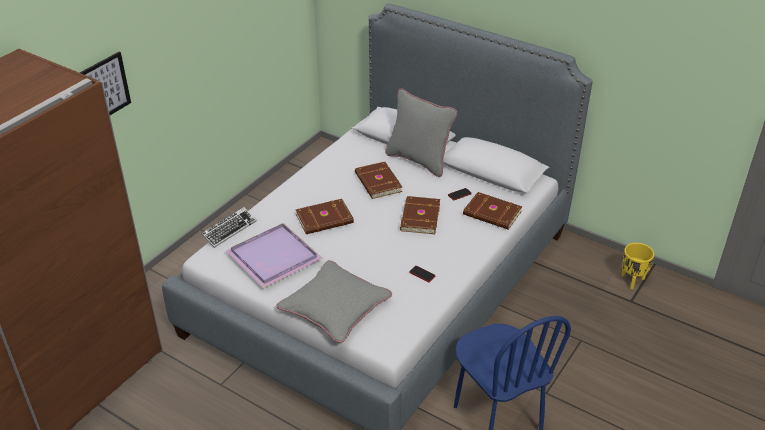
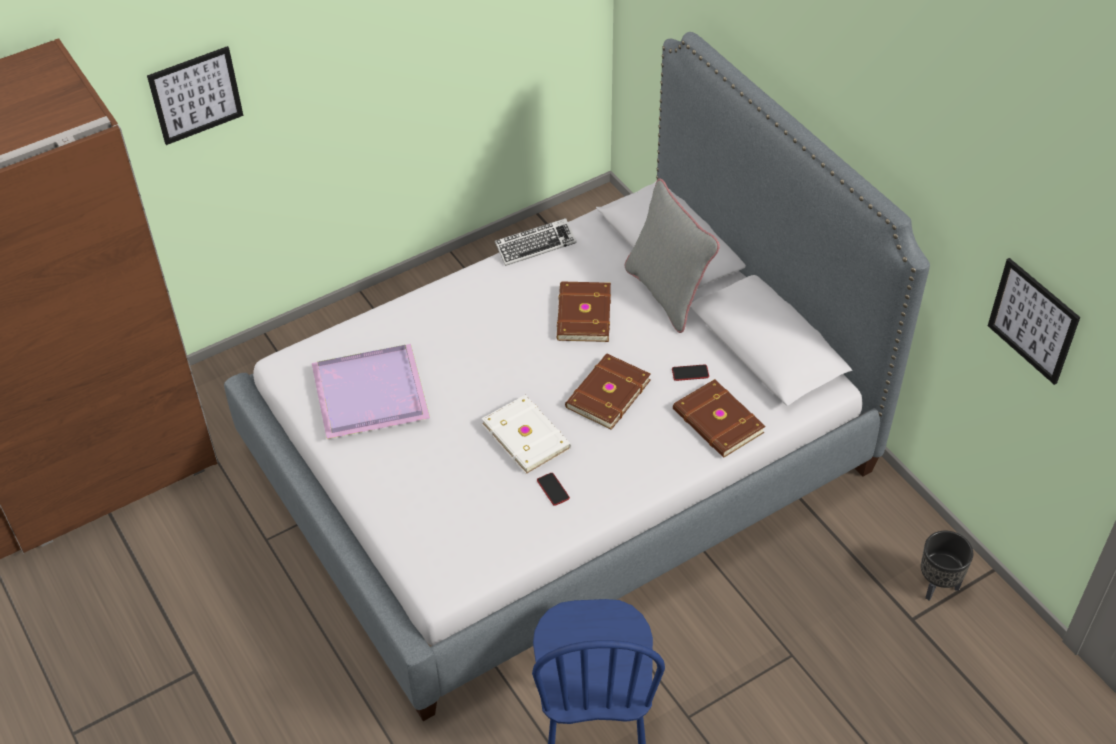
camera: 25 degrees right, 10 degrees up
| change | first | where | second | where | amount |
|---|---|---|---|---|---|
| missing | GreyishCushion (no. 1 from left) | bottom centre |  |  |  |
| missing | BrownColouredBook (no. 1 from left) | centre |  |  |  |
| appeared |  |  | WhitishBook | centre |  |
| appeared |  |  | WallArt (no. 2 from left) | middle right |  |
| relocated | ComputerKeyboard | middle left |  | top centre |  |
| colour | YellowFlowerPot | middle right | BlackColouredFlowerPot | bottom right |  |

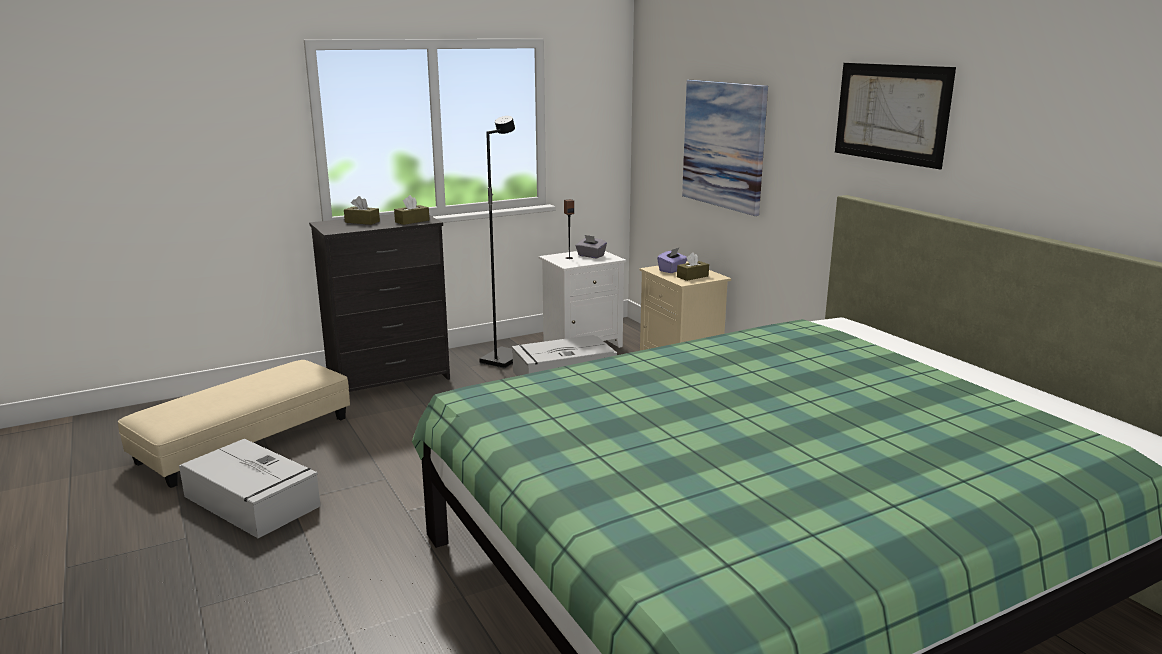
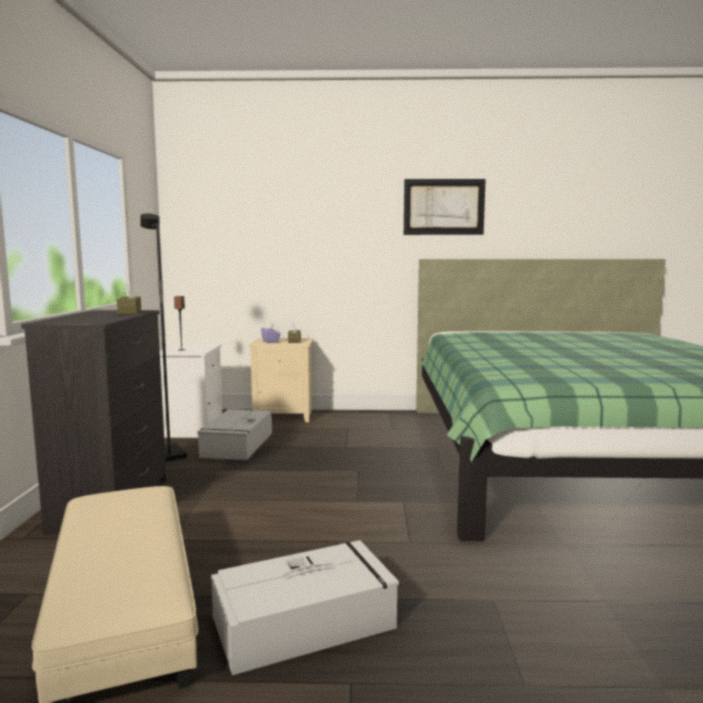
camera: 60 degrees left, 10 degrees down
| change | first | where | second | where | amount |
|---|---|---|---|---|---|
| missing | BrownColouredTissueBox (no. 1 from left) | top left |  |  |  |
| missing | GreyishTissueBox | centre |  |  |  |
| missing | WallArt (no. 1 from left) | top centre |  |  |  |

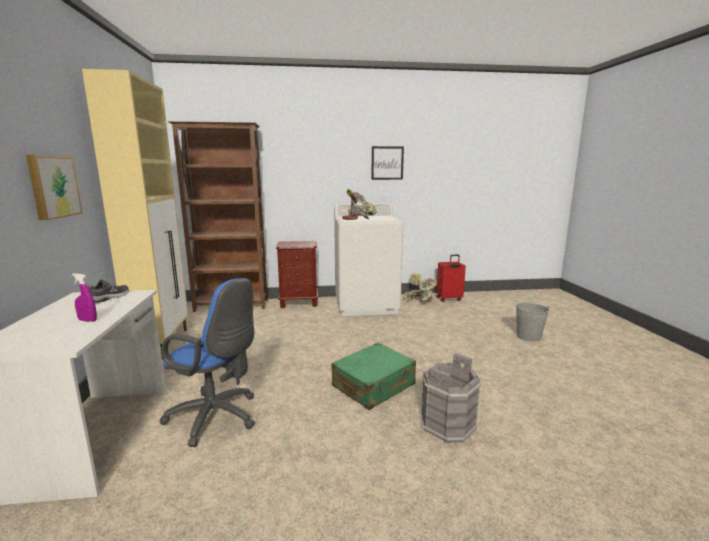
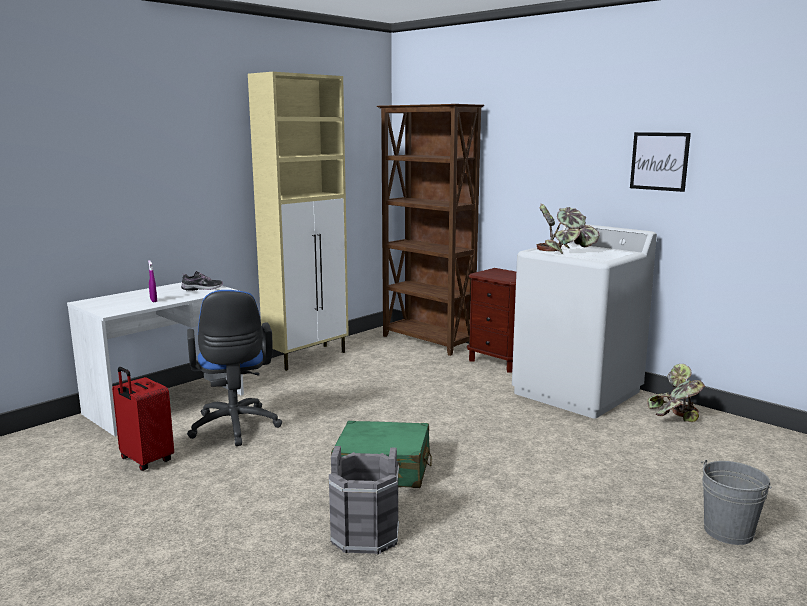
camera: 50 degrees right, 0 degrees up
| change | first | where | second | where | amount |
|---|---|---|---|---|---|
| missing | WallArt (no. 1 from left) | middle left |  |  |  |
| relocated | RedPieceOfLuggage | centre |  | bottom left |  |

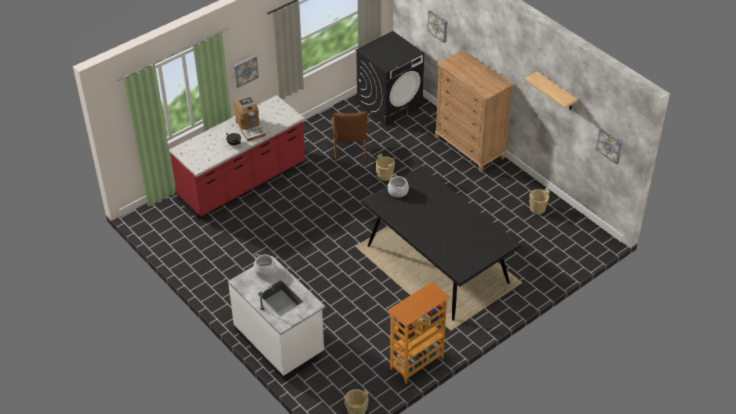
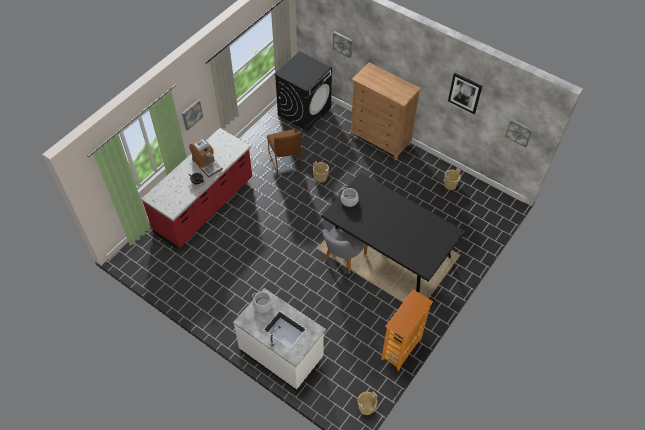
camera: 15 degrees left, 10 degrees up
| change | first | where | second | where | amount |
|---|---|---|---|---|---|
| appeared |  |  | GreyishChair | centre |  |
| exchanged | WallShelf | top right | WallArt (no. 3 from left) | top right |  |

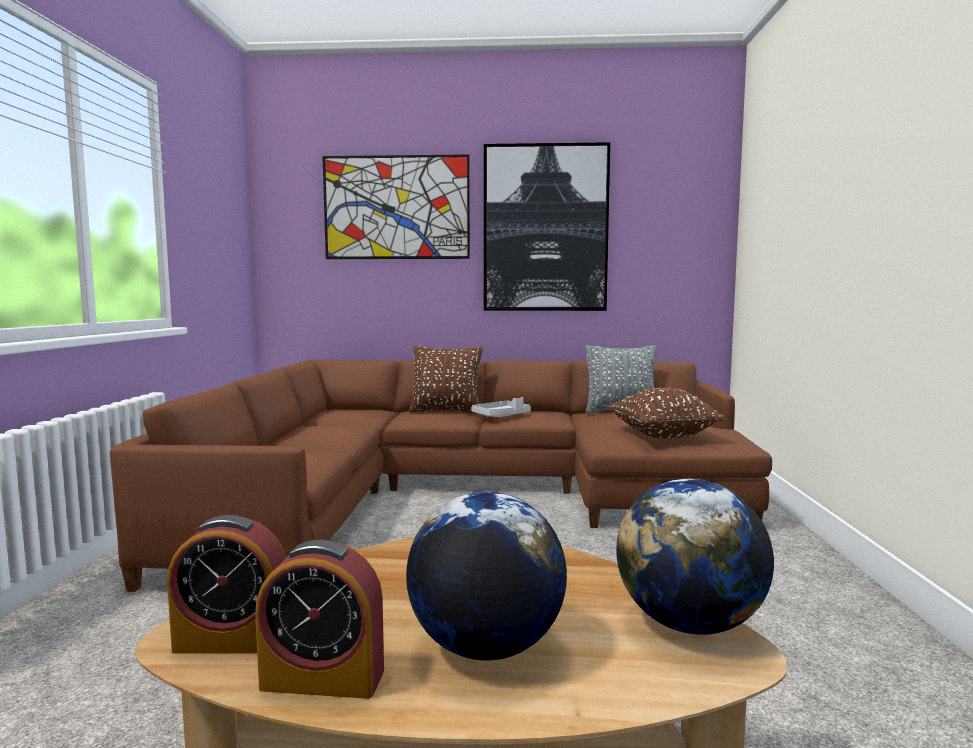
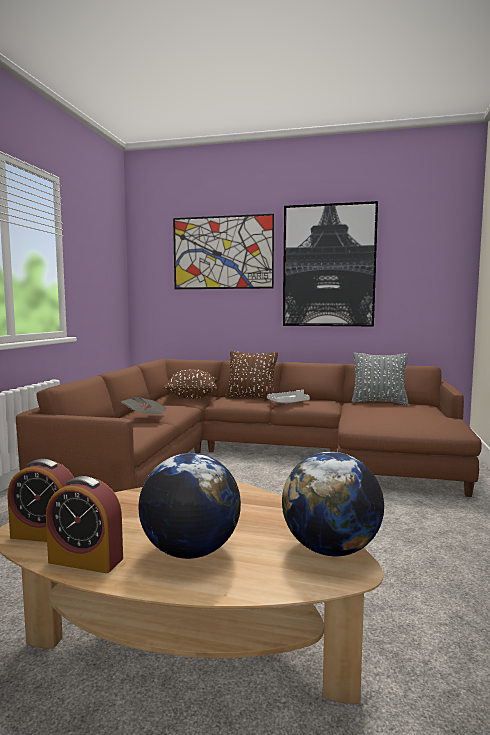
camera: 10 degrees right, 0 degrees up
| change | first | where | second | where | amount |
|---|---|---|---|---|---|
| appeared |  |  | Newspaper | middle left |  |
| relocated | BrownColouredCushion (no. 2 from left in the first image) | middle right | BrownColouredCushion (no. 1 from left) | centre |  |

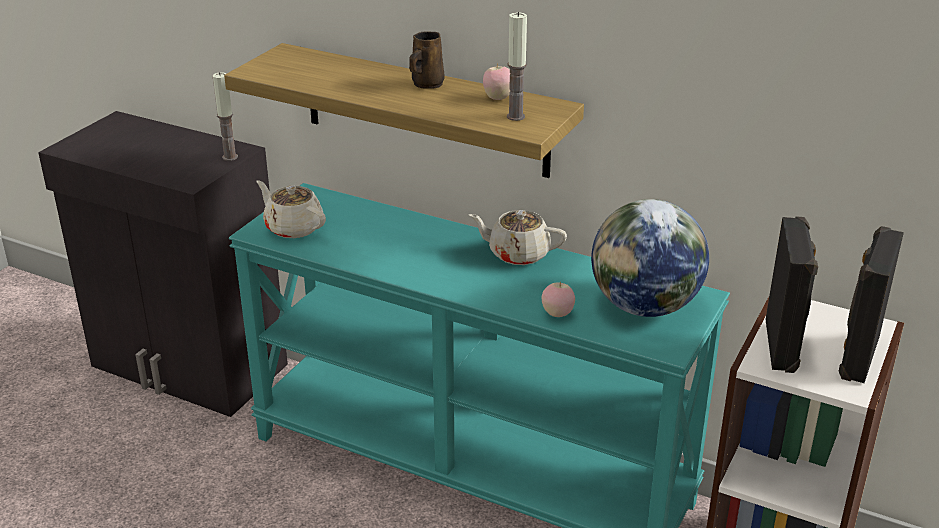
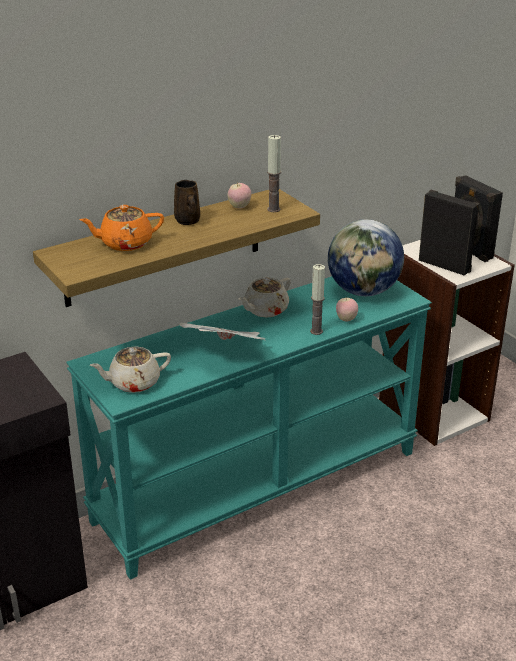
camera: 60 degrees left, 0 degrees up
| change | first | where | second | where | amount |
|---|---|---|---|---|---|
| appeared |  |  | OrangeTeapot | middle left |  |
| appeared |  |  | Newspaper | centre |  |
| relocated | WaxCandle (no. 1 from left in the first image) | top left | WaxCandle (no. 2 from left) | centre |  |

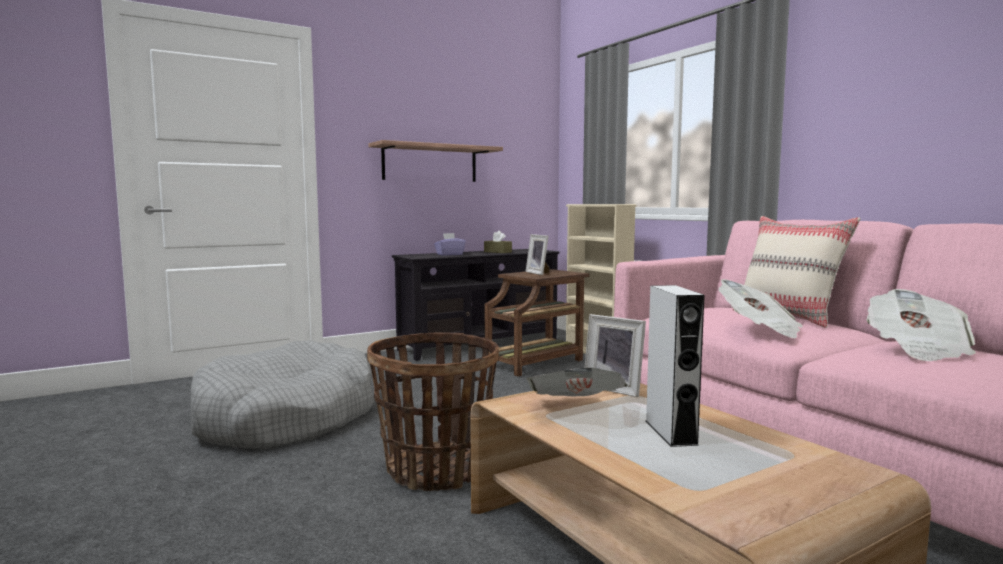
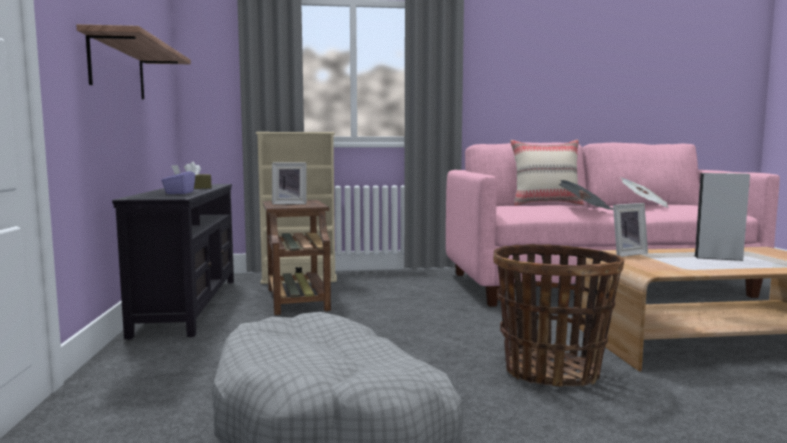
camera: 65 degrees left, 0 degrees up
| change | first | where | second | where | amount |
|---|---|---|---|---|---|
| missing | Newspaper (no. 1 from left) | bottom centre |  |  |  |

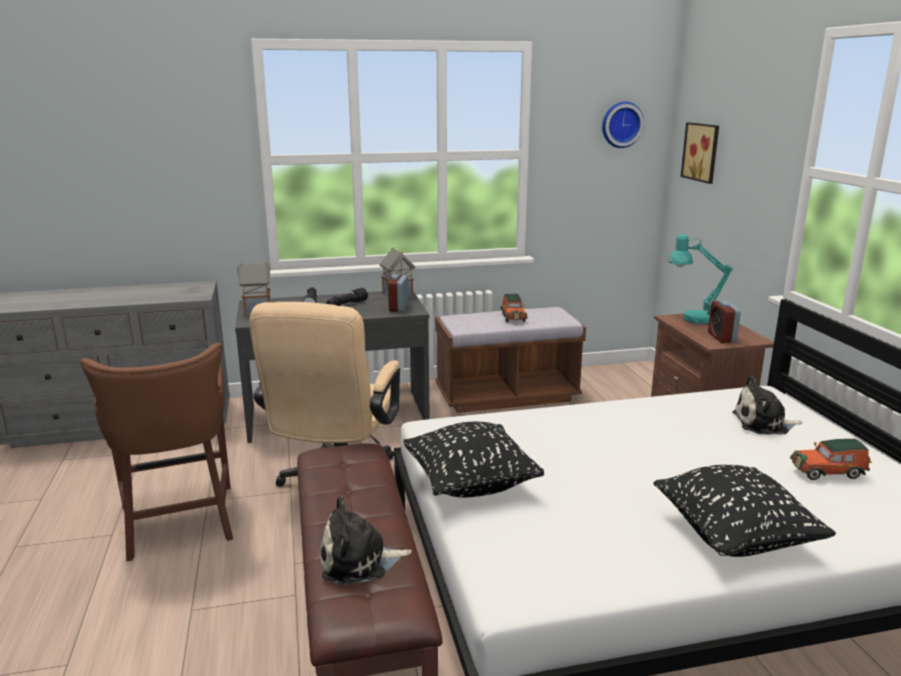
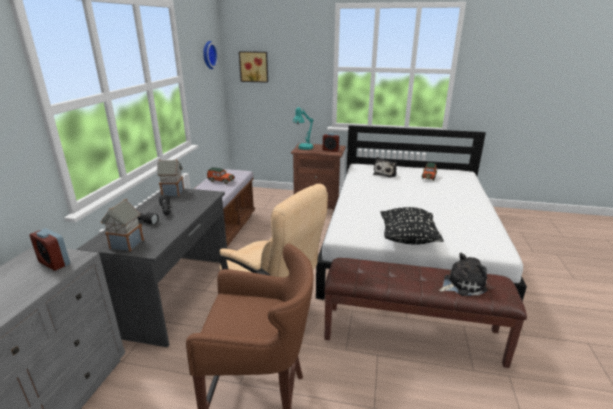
camera: 65 degrees left, 5 degrees up
| change | first | where | second | where | amount |
|---|---|---|---|---|---|
| missing | BlackColouredCushion (no. 2 from left) | bottom right |  |  |  |
| relocated | TableClock (no. 1 from left) | centre |  | middle left |  |
| spun | CuddlyToy (no. 1 from left in the first image) | bottom centre | CuddlyToy (no. 2 from left) | bottom right | 120 degrees counterclockwise |

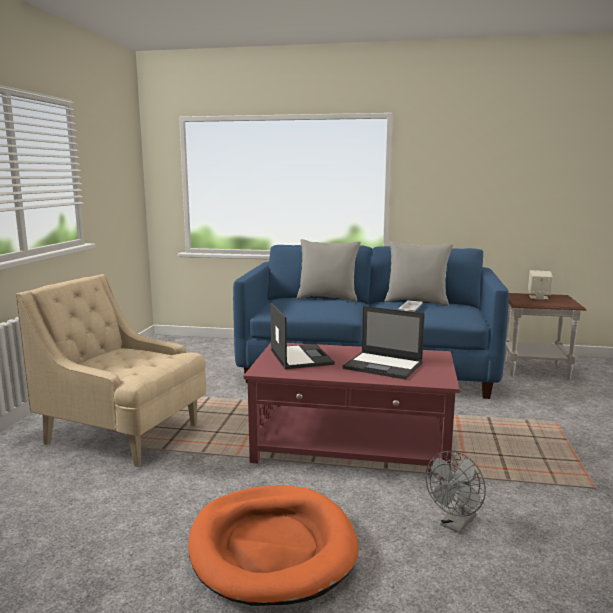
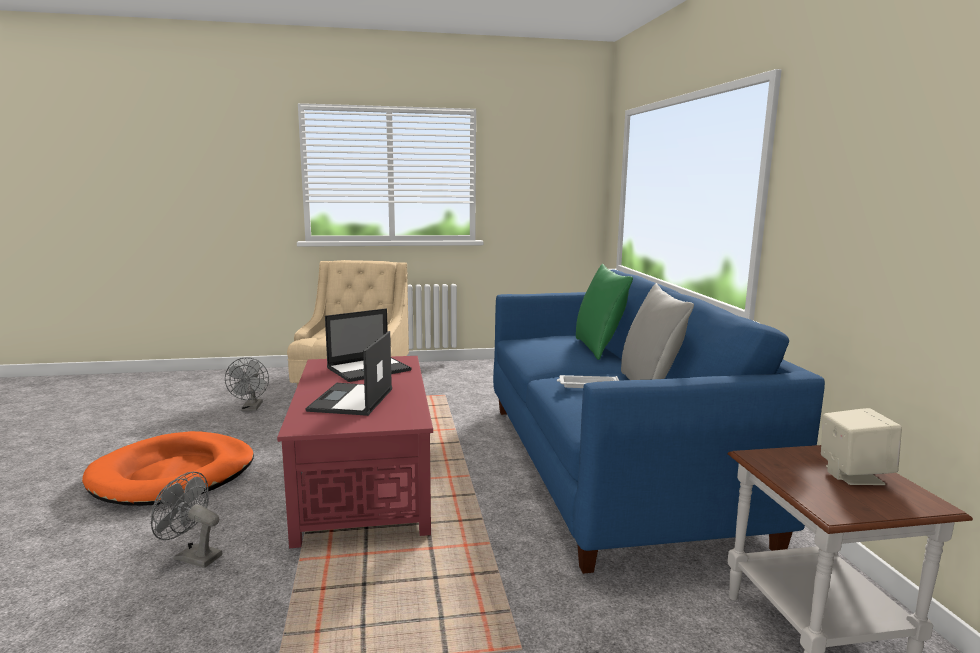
camera: 70 degrees right, 0 degrees up
| change | first | where | second | where | amount |
|---|---|---|---|---|---|
| appeared |  |  | GreyishCoolingFan (no. 2 from left) | middle left |  |
| colour | GreyishCushion (no. 1 from left) | centre | GreenishCushion | centre |  |

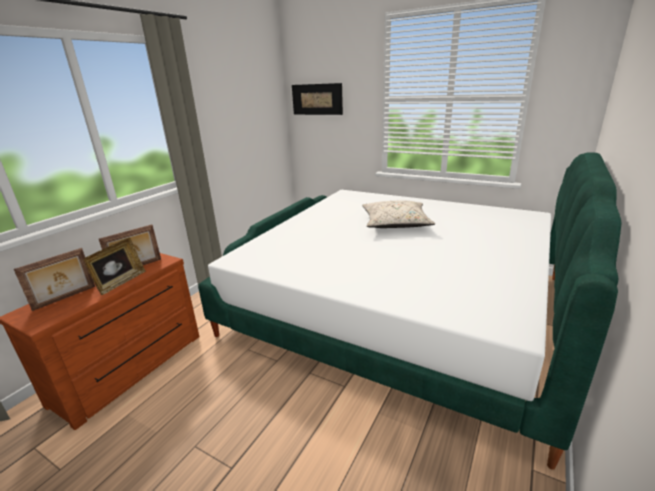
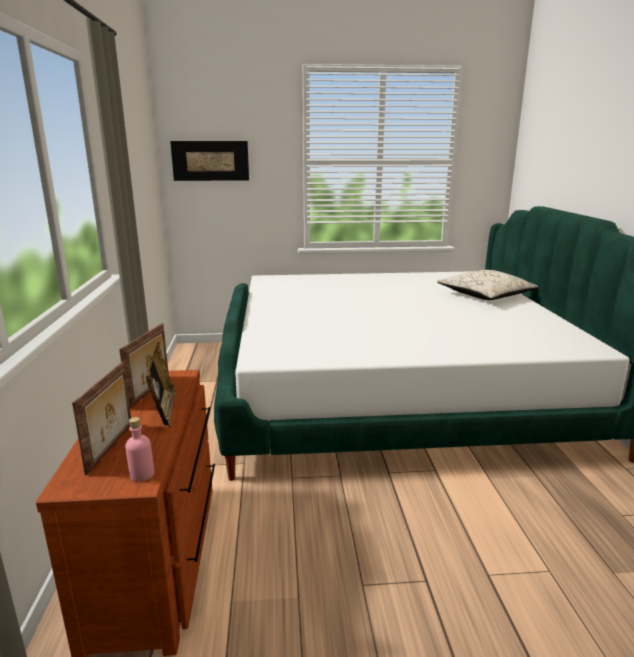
camera: 35 degrees left, 5 degrees down
| change | first | where | second | where | amount |
|---|---|---|---|---|---|
| appeared |  |  | PinkBeverageBottle | bottom left |  |
| relocated | SandColouredCushion | centre |  | middle right |  |

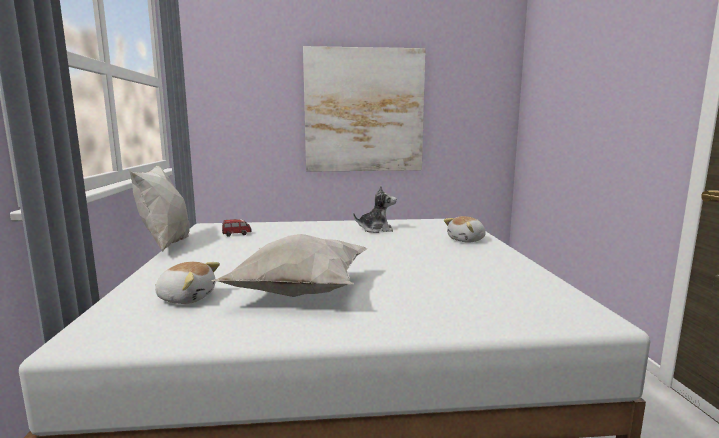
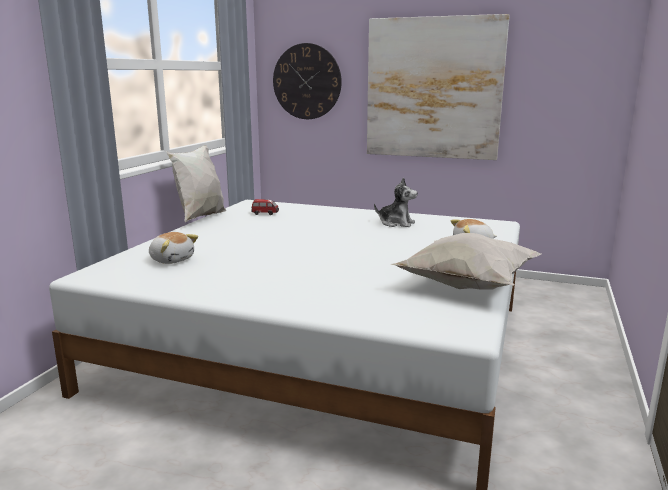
camera: 25 degrees right, 5 degrees up
| change | first | where | second | where | amount |
|---|---|---|---|---|---|
| appeared |  |  | ClockOnTheWall | top centre |  |
| relocated | WhitishCushion (no. 2 from left) | centre |  | middle right |  |

